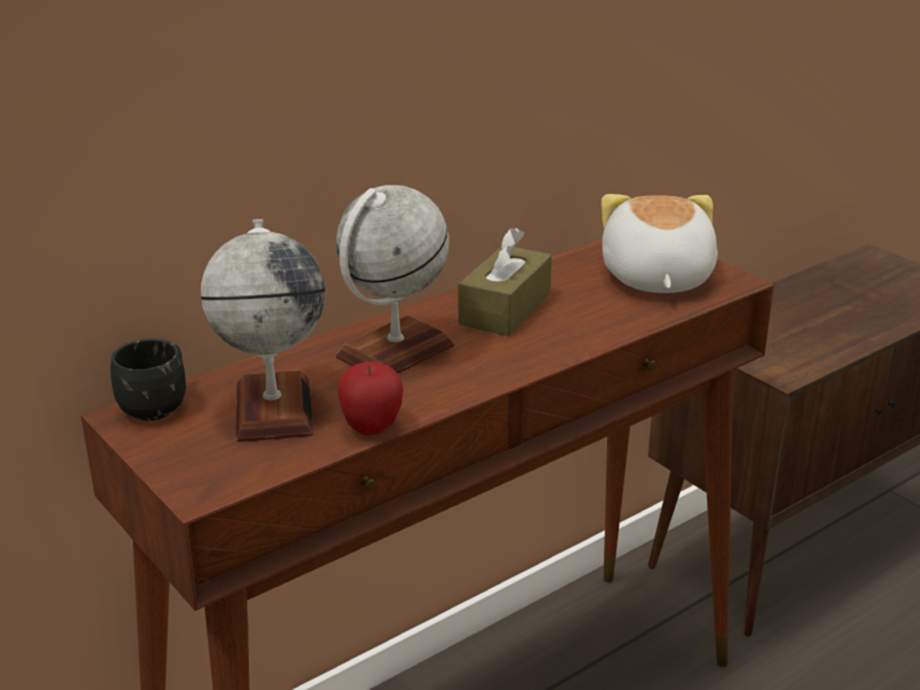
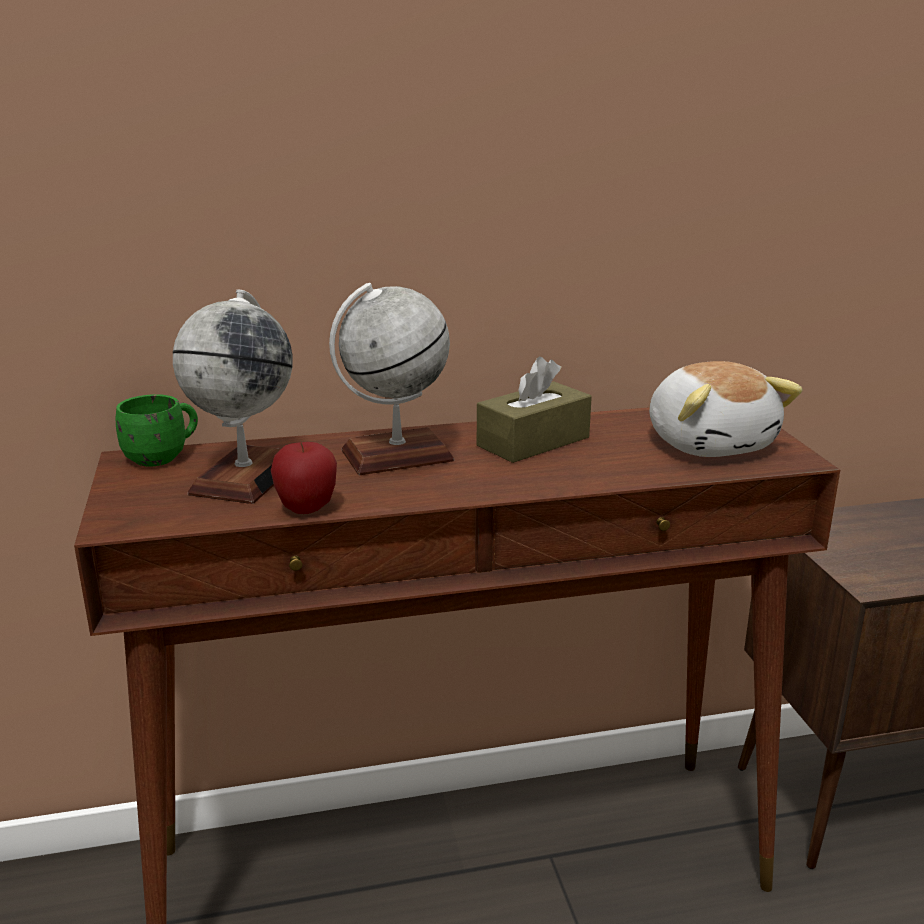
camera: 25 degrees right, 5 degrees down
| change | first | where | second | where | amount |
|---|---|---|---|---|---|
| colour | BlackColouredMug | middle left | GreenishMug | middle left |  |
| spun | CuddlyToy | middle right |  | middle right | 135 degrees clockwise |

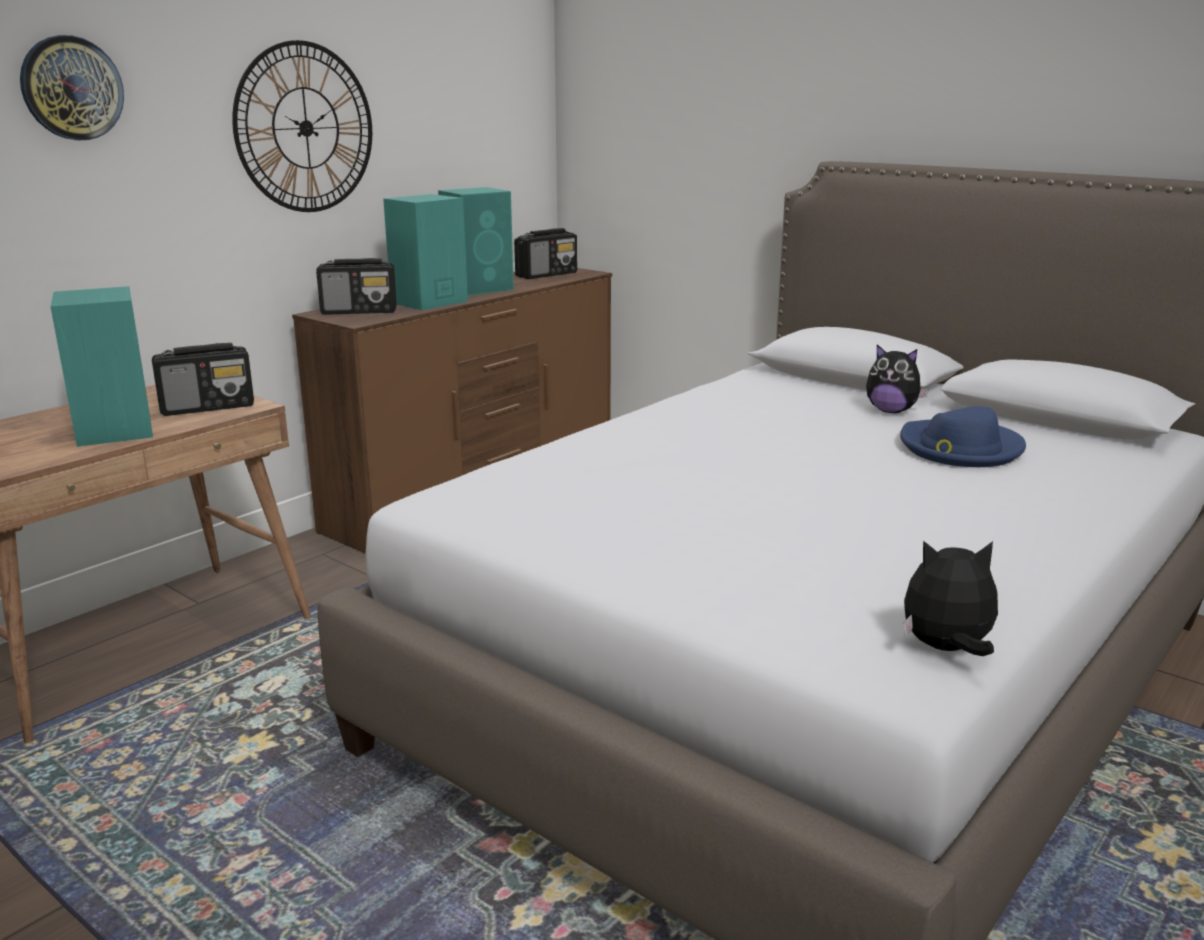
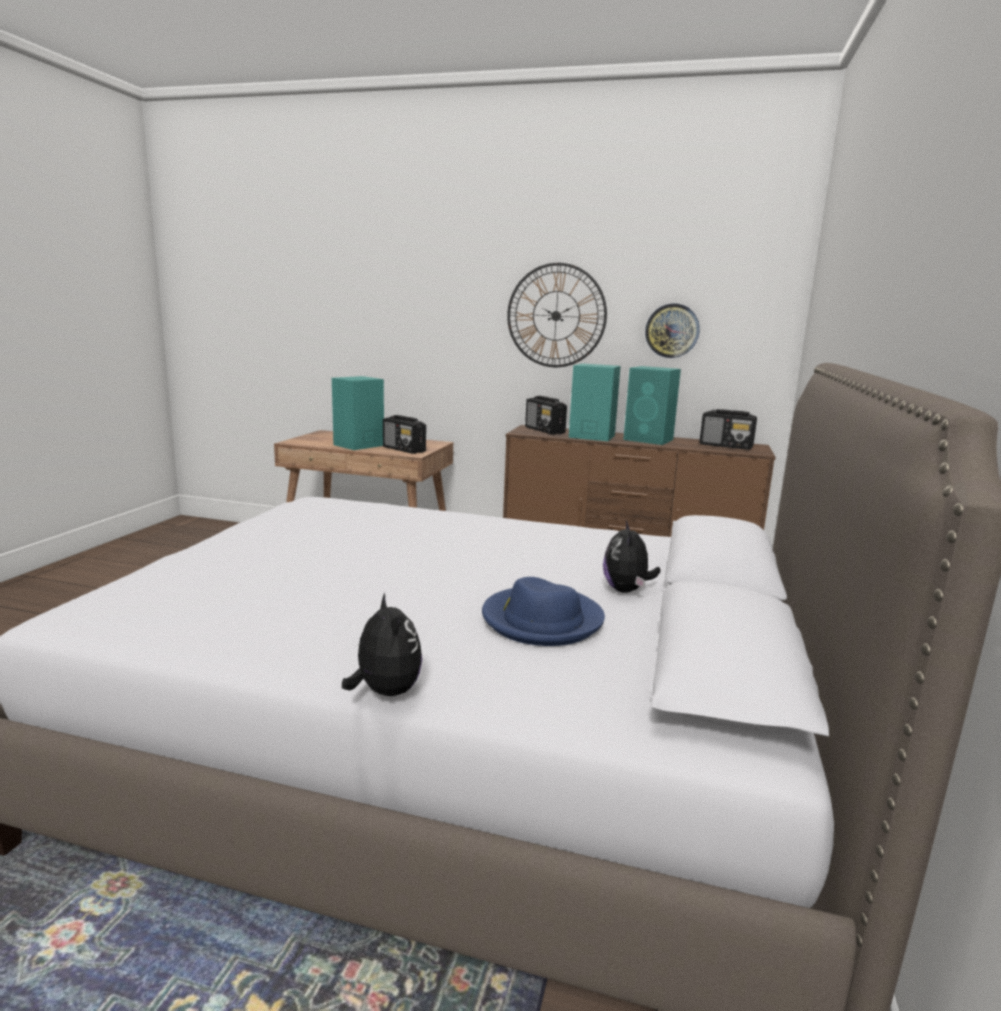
camera: 65 degrees right, 5 degrees down
| change | first | where | second | where | amount |
|---|---|---|---|---|---|
| relocated | ClockOnTheWall (no. 1 from left in the first image) | top left | ClockOnTheWall (no. 2 from left) | top right |  |
| relocated | CuddlyToy (no. 2 from left in the first image) | middle right | CuddlyToy (no. 1 from left) | centre |  |

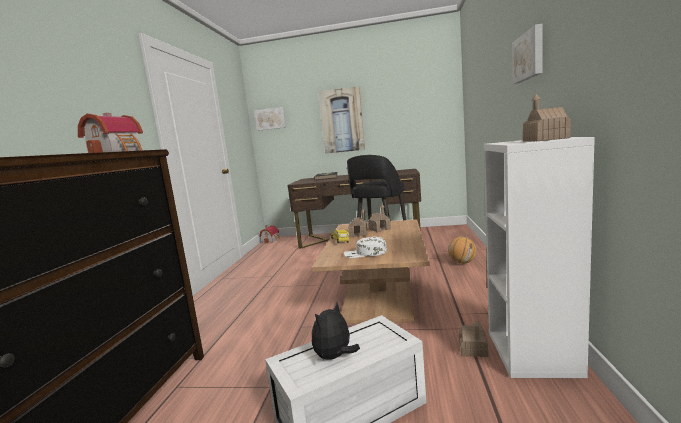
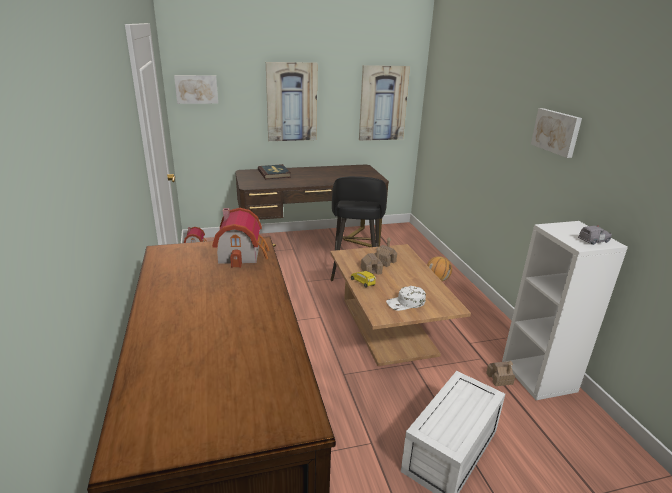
camera: 25 degrees left, 15 degrees up
| change | first | where | second | where | amount |
|---|---|---|---|---|---|
| missing | CuddlyToy | bottom centre |  |  |  |
| appeared |  |  | WallArt (no. 3 from left) | top centre |  |
| exchanged | ToyHouse (no. 6 from left) | top right | GreyishToyCar | middle right |  |

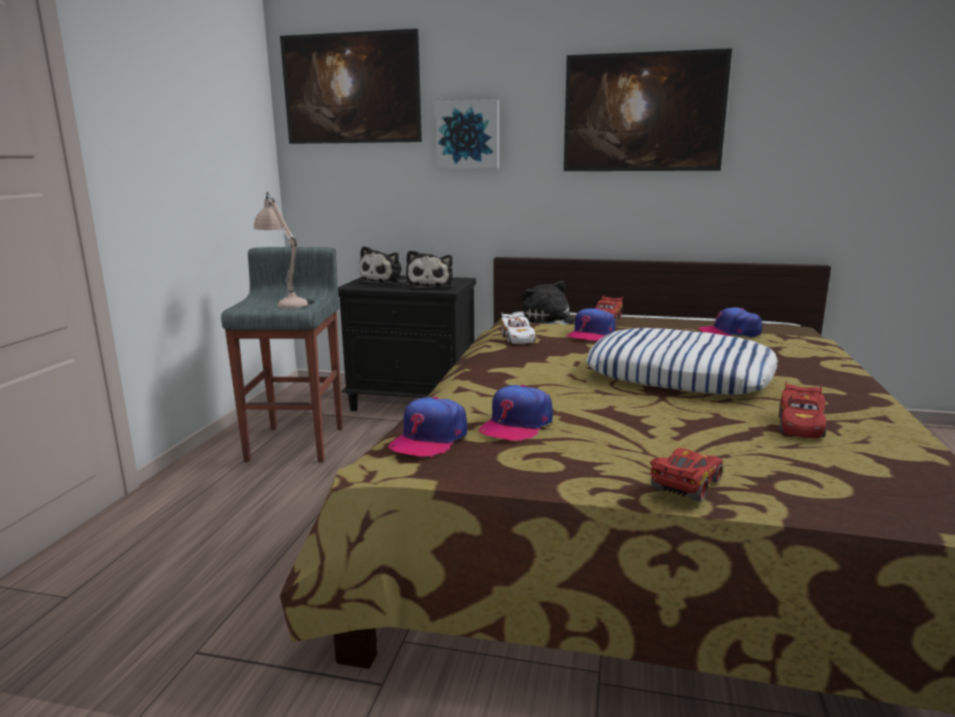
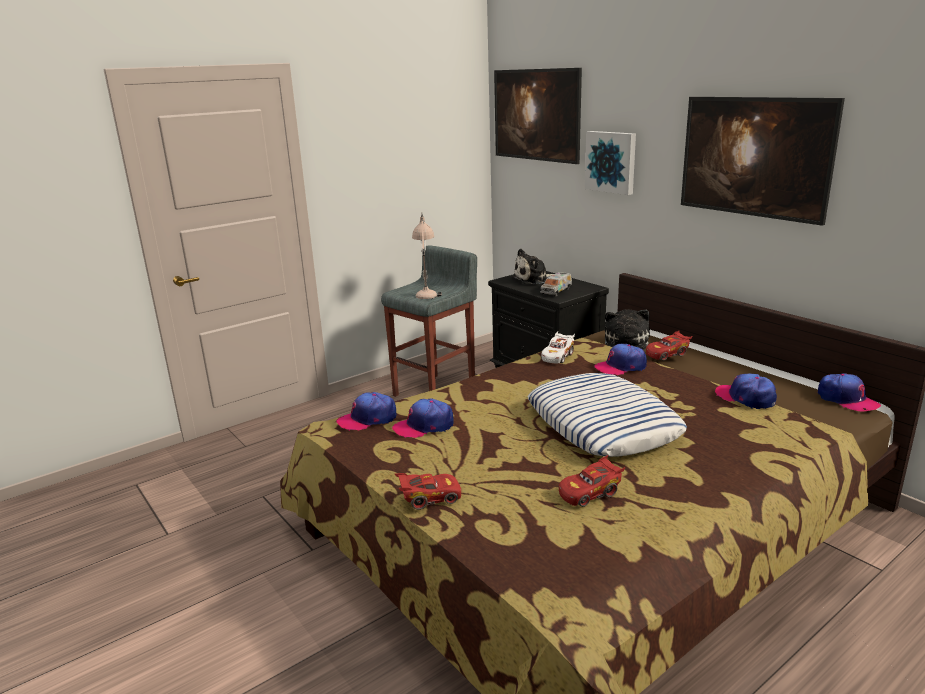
camera: 40 degrees right, 5 degrees up
| change | first | where | second | where | amount |
|---|---|---|---|---|---|
| appeared |  |  | PeakedCap (no. 5 from left) | middle right |  |
| exchanged | CuddlyToy (no. 2 from left) | centre | ModelTruck | centre |  |

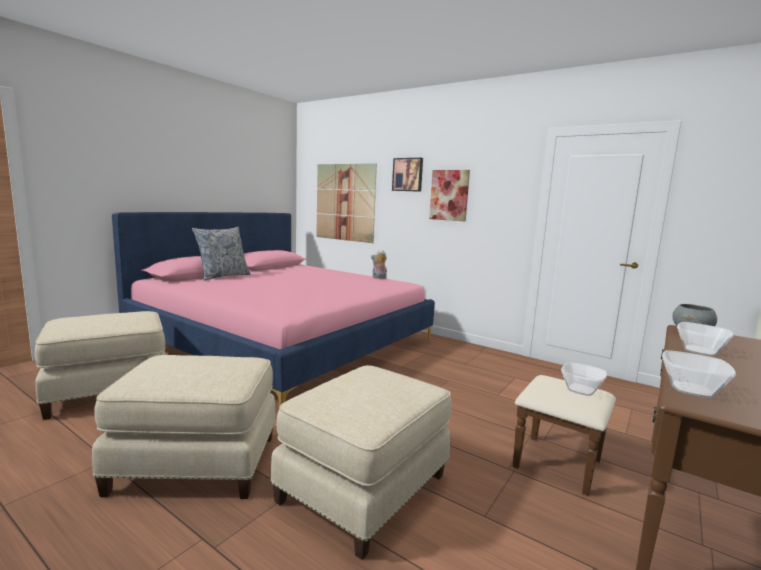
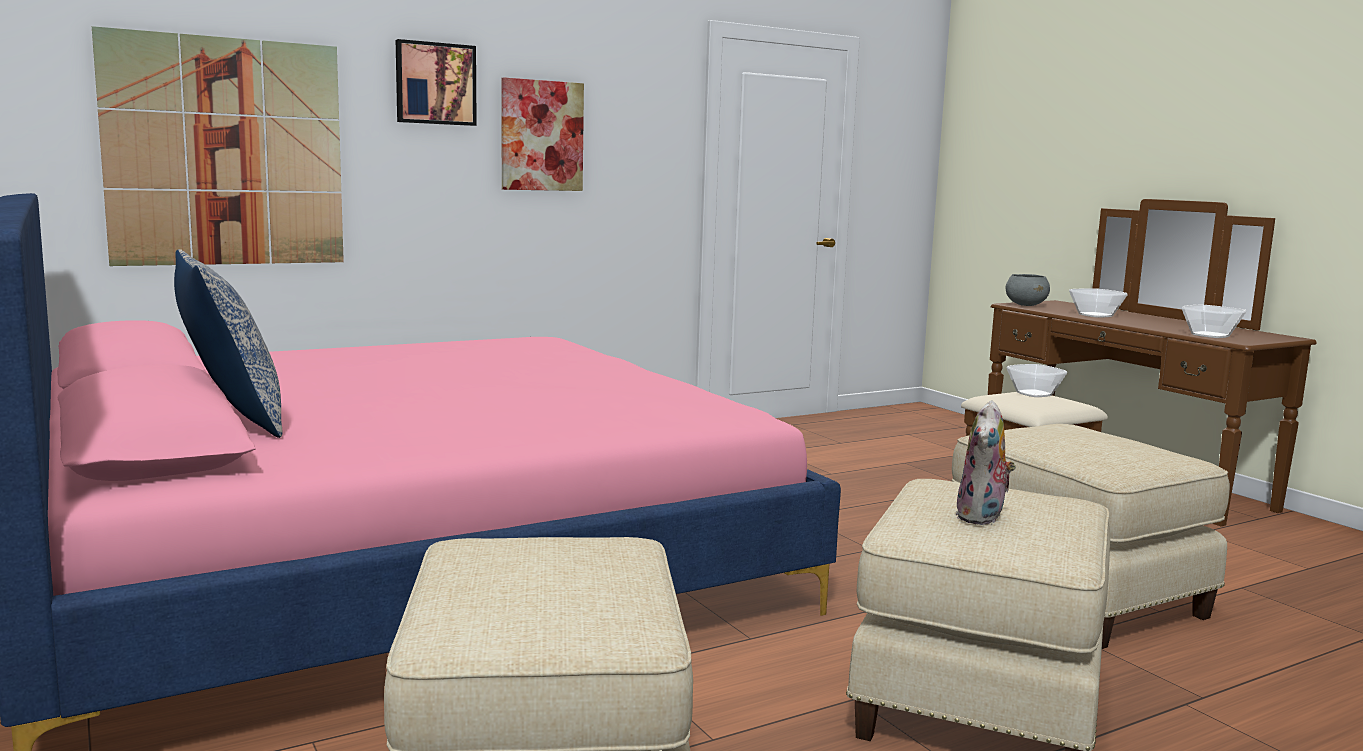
camera: 65 degrees left, 0 degrees up
| change | first | where | second | where | amount |
|---|---|---|---|---|---|
| relocated | CuddlyToy | centre |  | middle right |  |

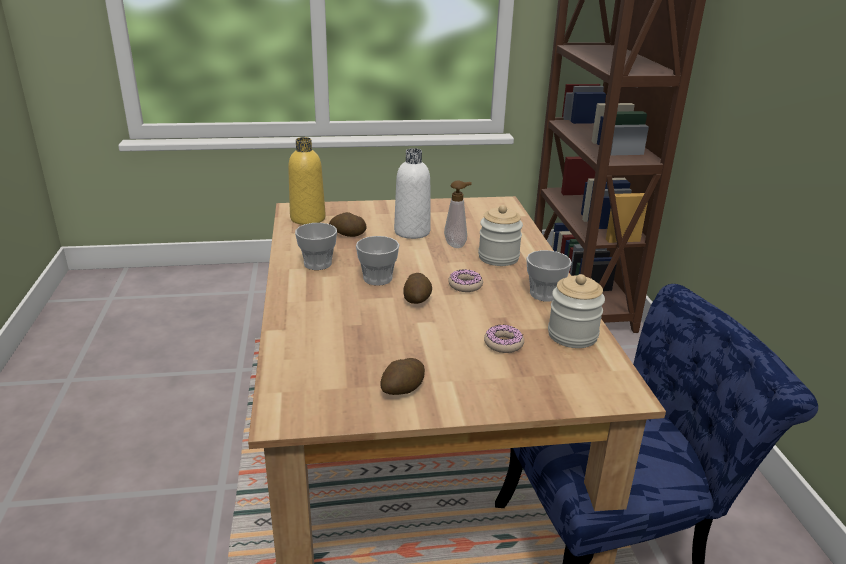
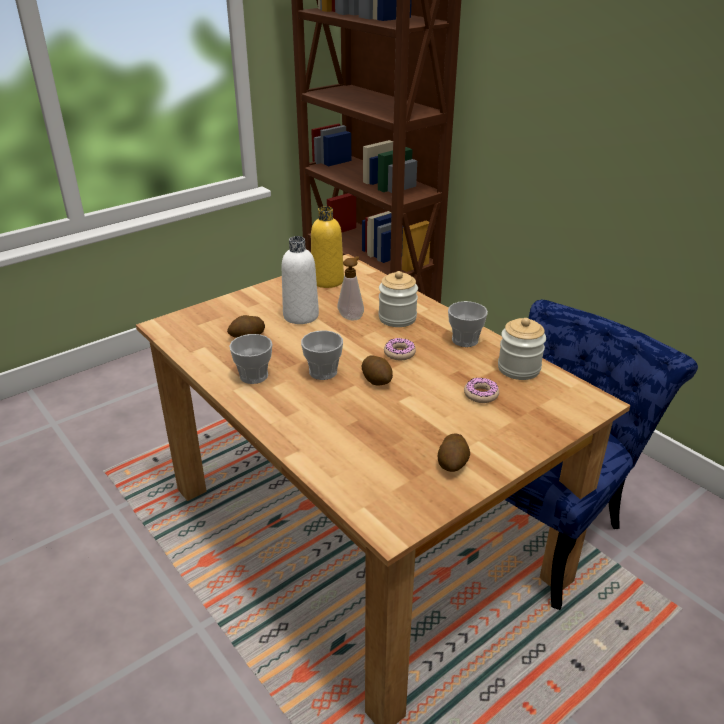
camera: 30 degrees left, 5 degrees up
| change | first | where | second | where | amount |
|---|---|---|---|---|---|
| relocated | YellowBeverageBottle | top centre |  | centre |  |

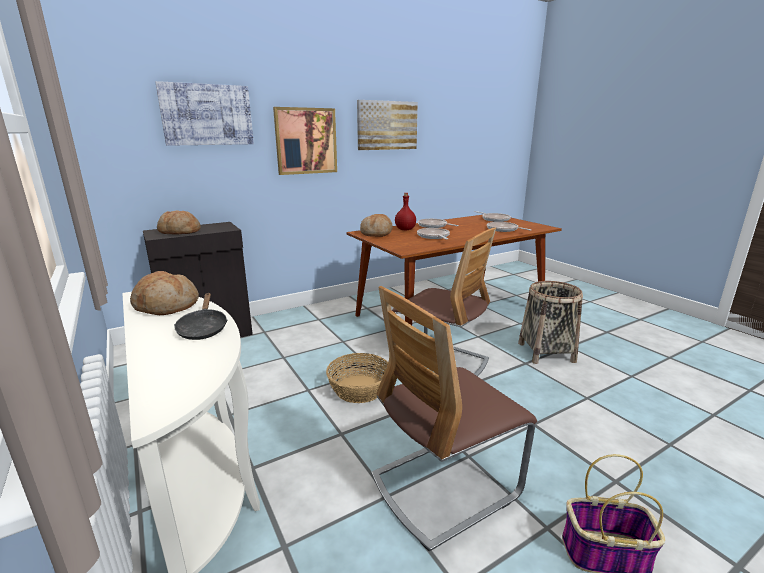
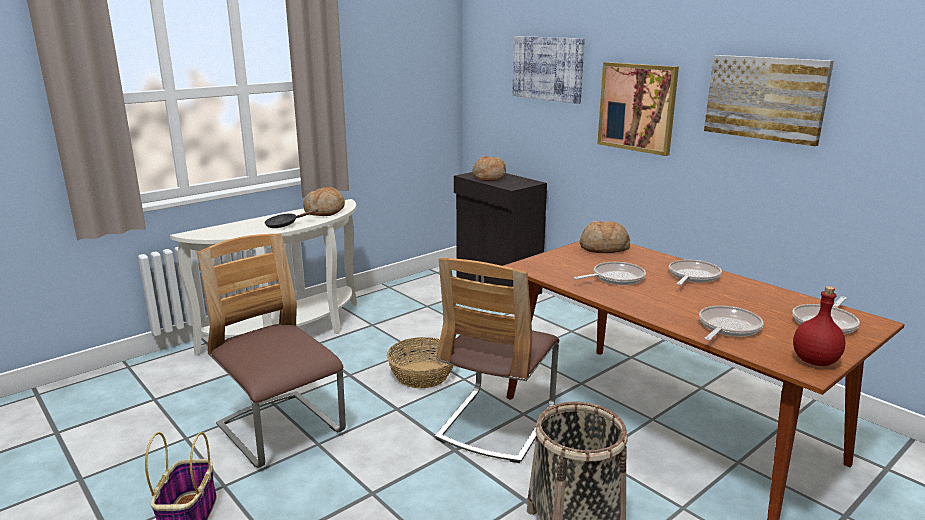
camera: 80 degrees right, 0 degrees up
| change | first | where | second | where | amount |
|---|---|---|---|---|---|
| relocated | RedBeverageBottle | centre |  | middle right |  |

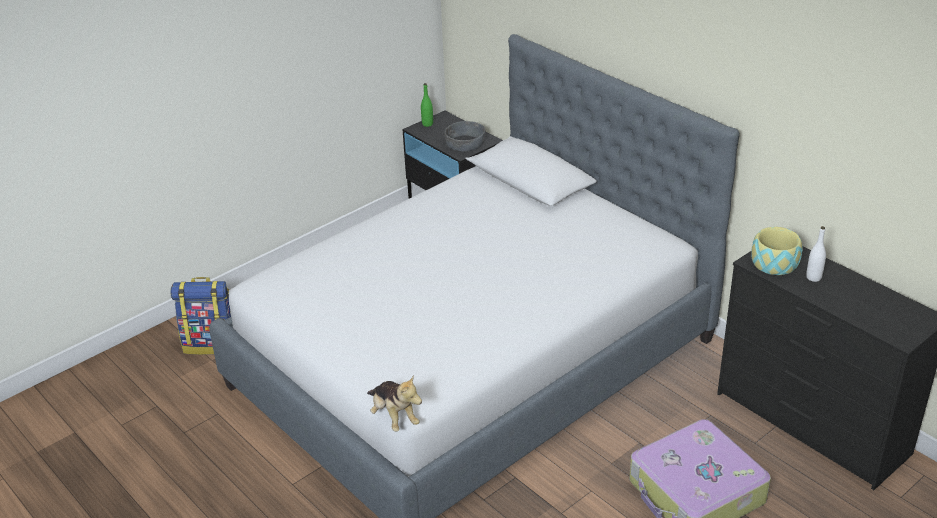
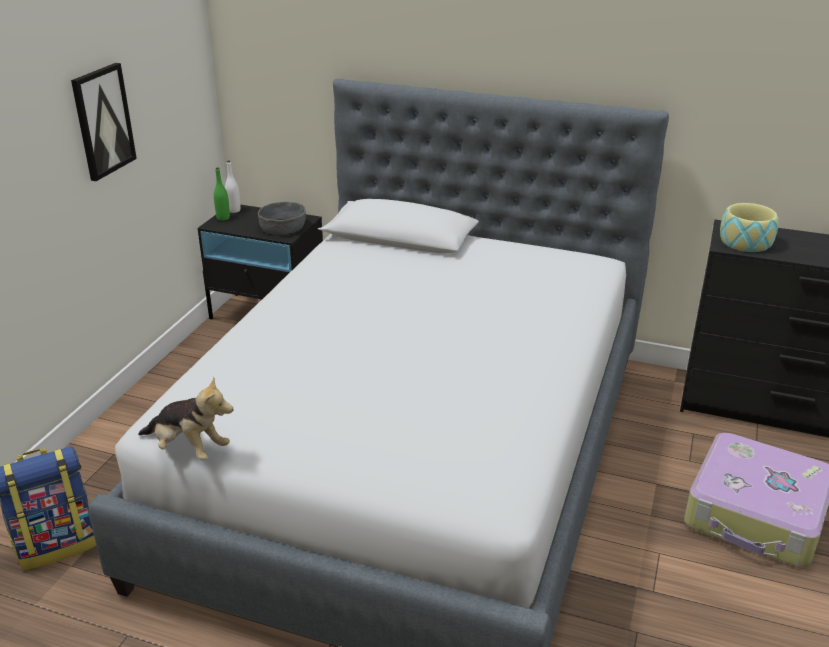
camera: 30 degrees left, 5 degrees down
| change | first | where | second | where | amount |
|---|---|---|---|---|---|
| appeared |  |  | WallArt | top left |  |
| relocated | CuddlyToy | bottom centre |  | middle left |  |
| relocated | WhitishBeverageBottle | middle right |  | top left |  |

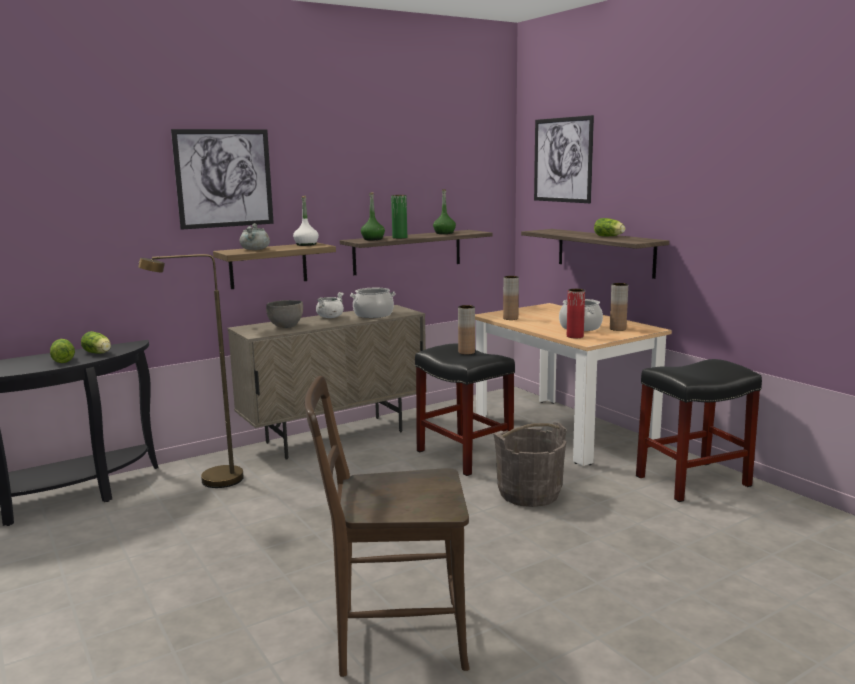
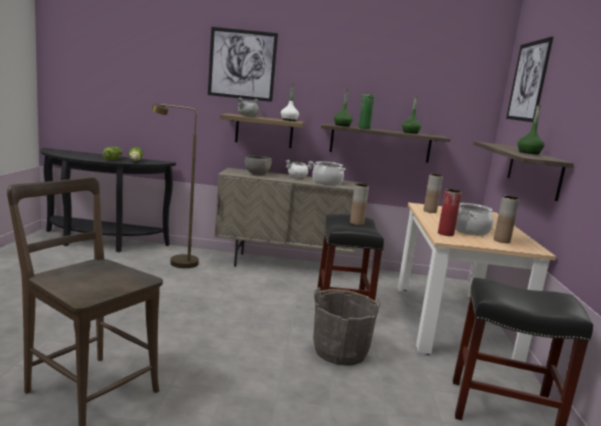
camera: 35 degrees right, 0 degrees up
| change | first | where | second | where | amount |
|---|---|---|---|---|---|
| exchanged | Lettuce (no. 3 from left) | top right | GreenishBeverageBottle (no. 3 from left) | top right |  |

